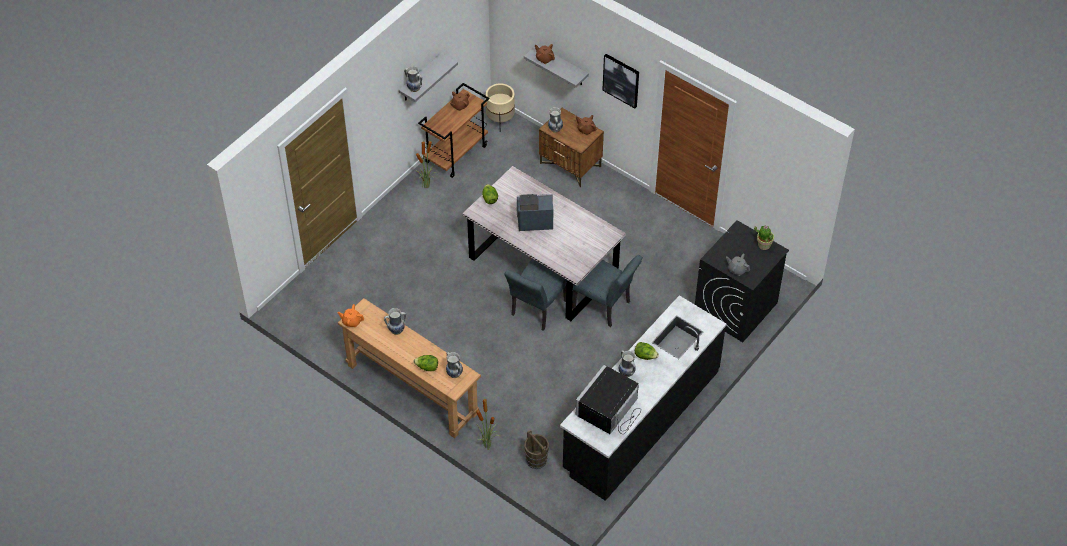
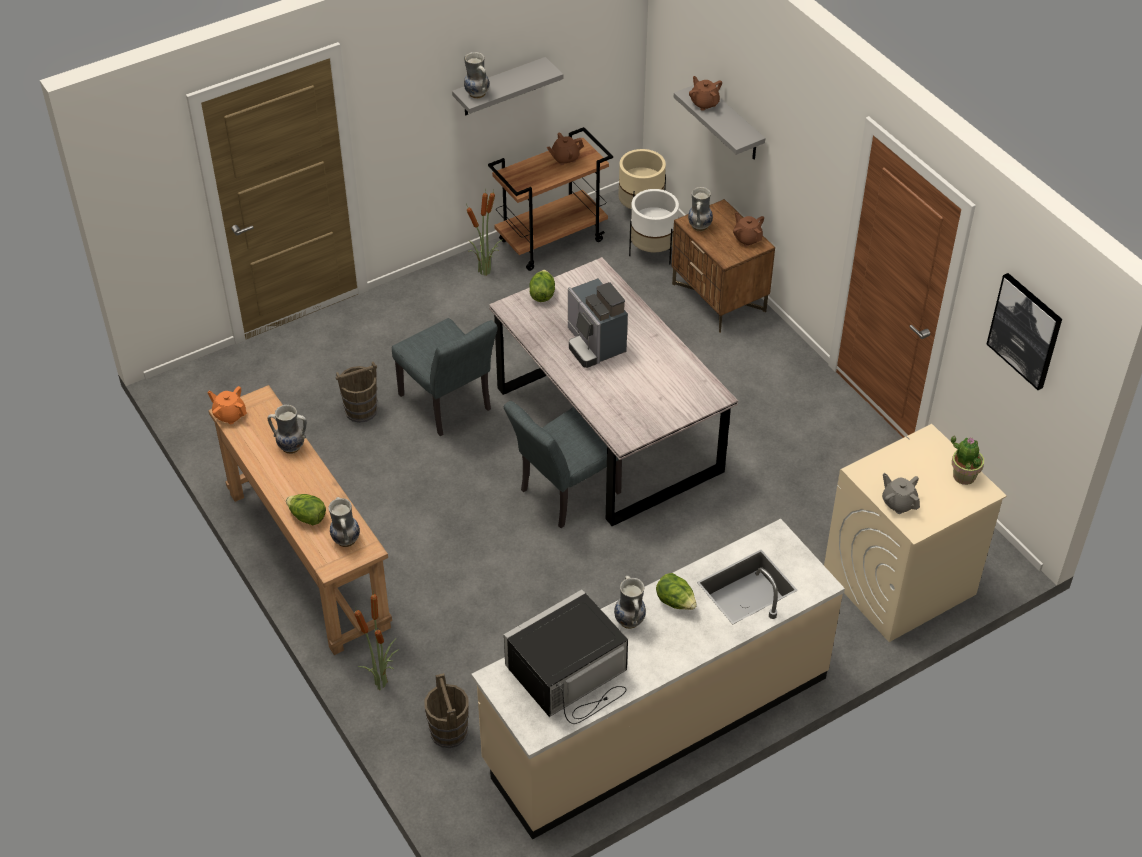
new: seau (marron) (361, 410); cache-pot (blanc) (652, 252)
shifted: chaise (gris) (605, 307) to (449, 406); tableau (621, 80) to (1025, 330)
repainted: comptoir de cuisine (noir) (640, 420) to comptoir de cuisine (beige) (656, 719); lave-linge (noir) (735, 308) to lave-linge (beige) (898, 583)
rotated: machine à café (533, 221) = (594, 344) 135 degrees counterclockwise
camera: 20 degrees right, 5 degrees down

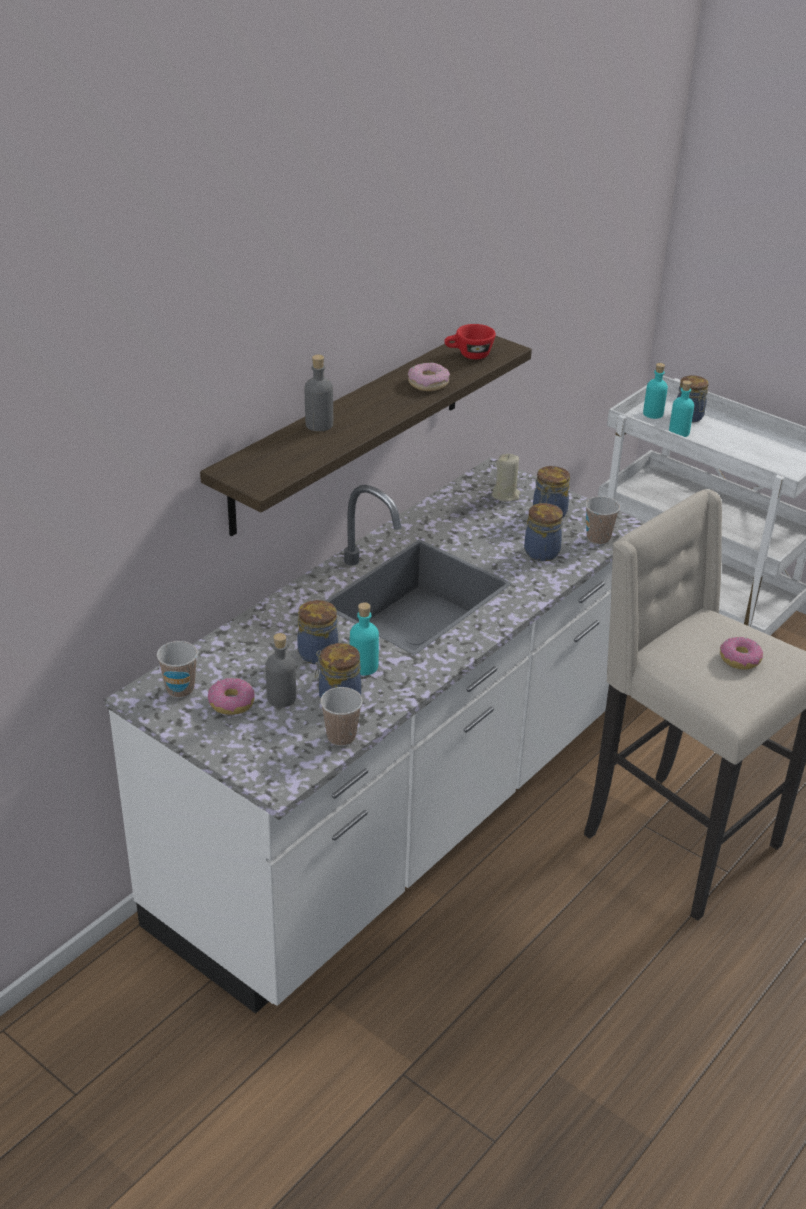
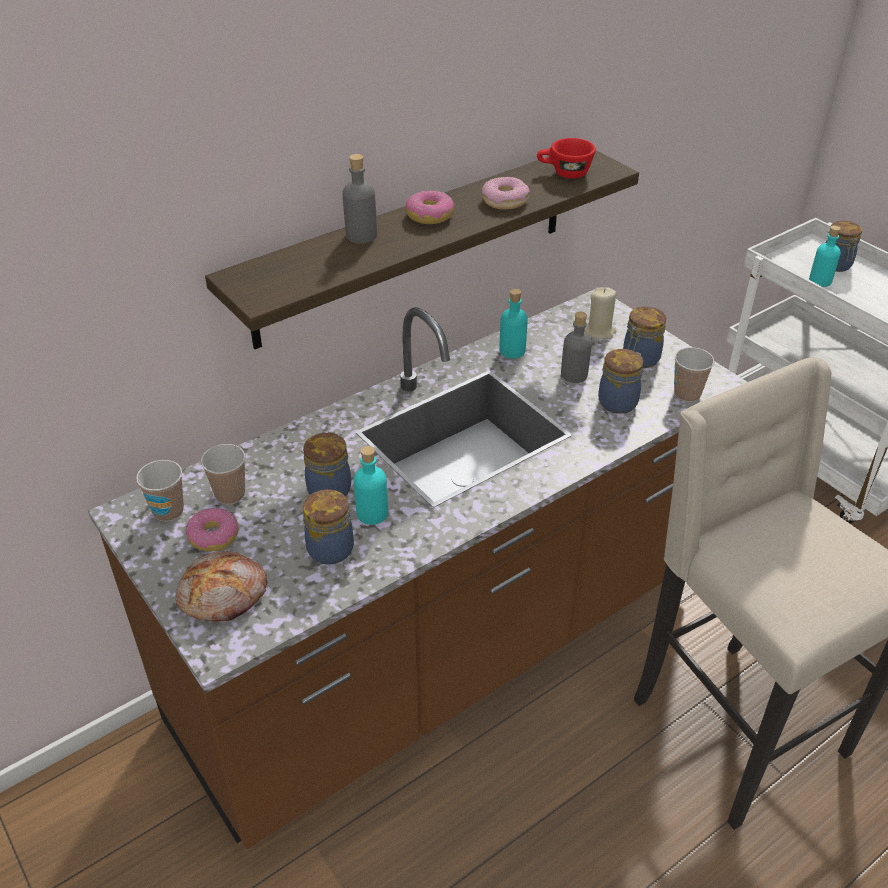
new: pain (224, 595)
shifted: bouteille (gris) (281, 698) to (574, 375); tasse (341, 737) to (230, 494); bouteille (turquoise) (653, 414) to (512, 351); beignet (740, 659) to (429, 216)
repainted: comptoir de cuisine (blanc) (395, 822) to comptoir de cuisine (marron) (444, 651)
camera: 15 degrees right, 5 degrees up

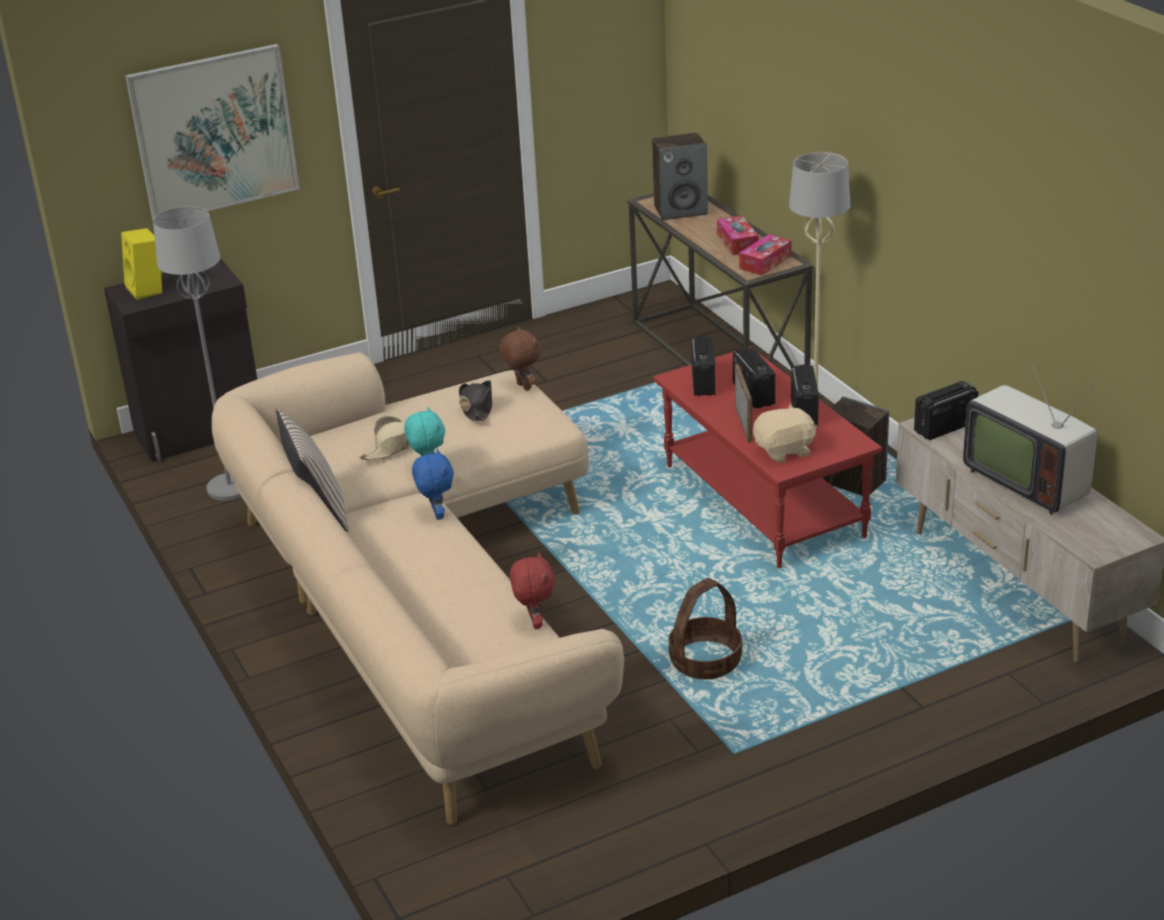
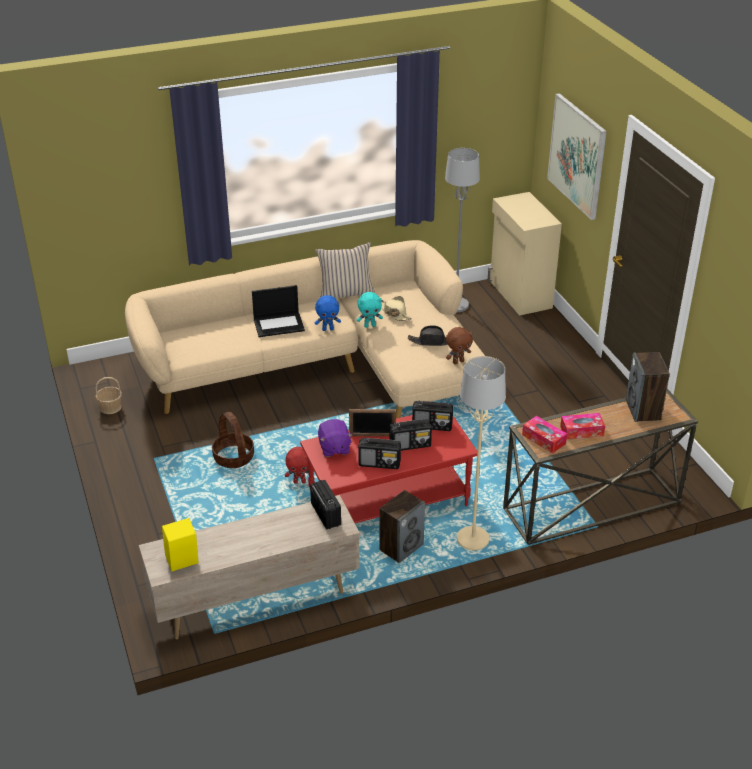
gone: téléviseur (1028, 481)
new: panier (110, 407); ordinateur portable (279, 324)
shifted: enceinte (jaune) (148, 290) to (182, 563); peluche (rouge) (534, 622) to (299, 481)
repainted: meuble de rangement (noir) (201, 432) to meuble de rangement (beige) (519, 295); peluche (beige) (784, 451) to peluche (violet) (334, 448)
camera: 95 degrees right, 5 degrees up

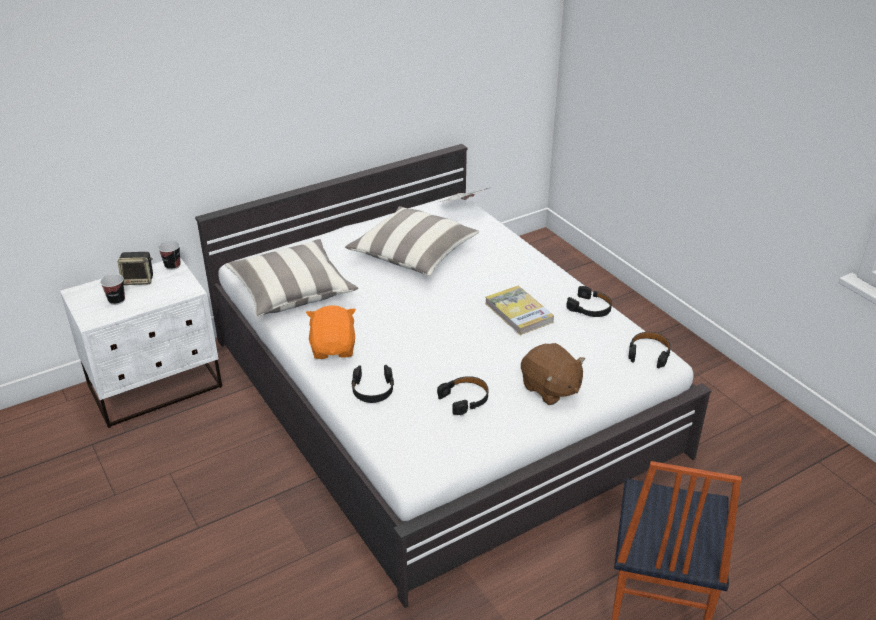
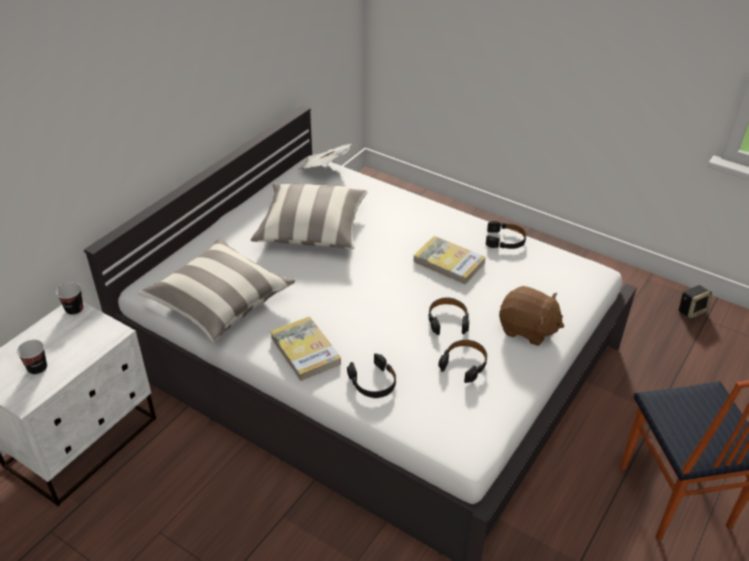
shifted: enceinte (139, 280) to (691, 310); casque audio (noir) (649, 353) to (448, 320)
swapped: peluche (orange) (334, 348) to livre (305, 351)
camera: 25 degrees left, 5 degrees up

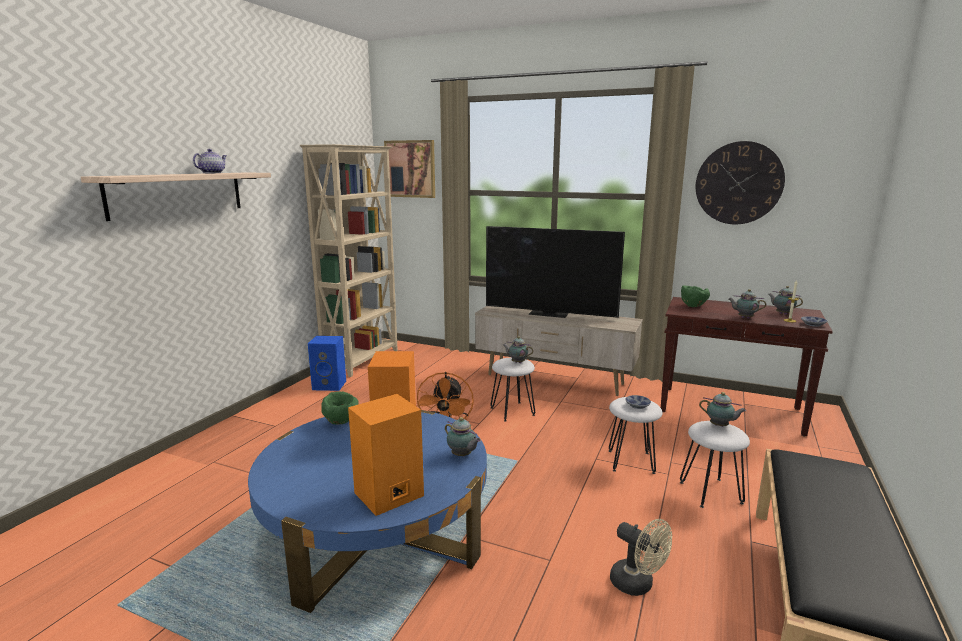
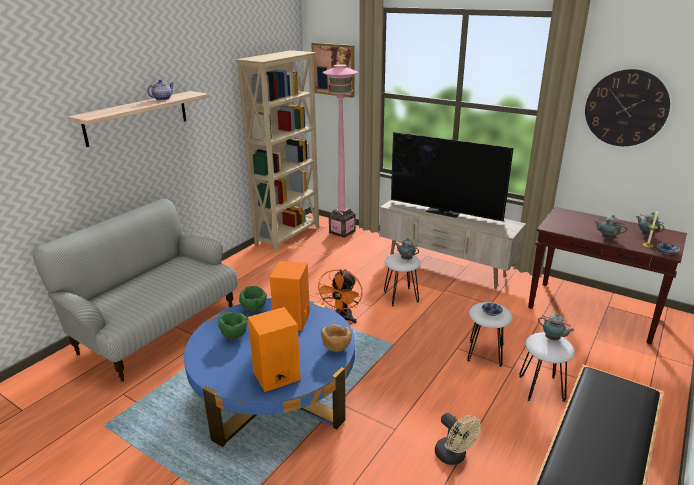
gone: enceinte (bleu) (330, 385)
new: canapé (156, 329); lampadaire (rose) (342, 232)
shifted: bol (vert) (693, 306) to (234, 336)
swapped: théière (462, 455) to bol (marron) (336, 348)
camera: 10 degrees right, 10 degrees up

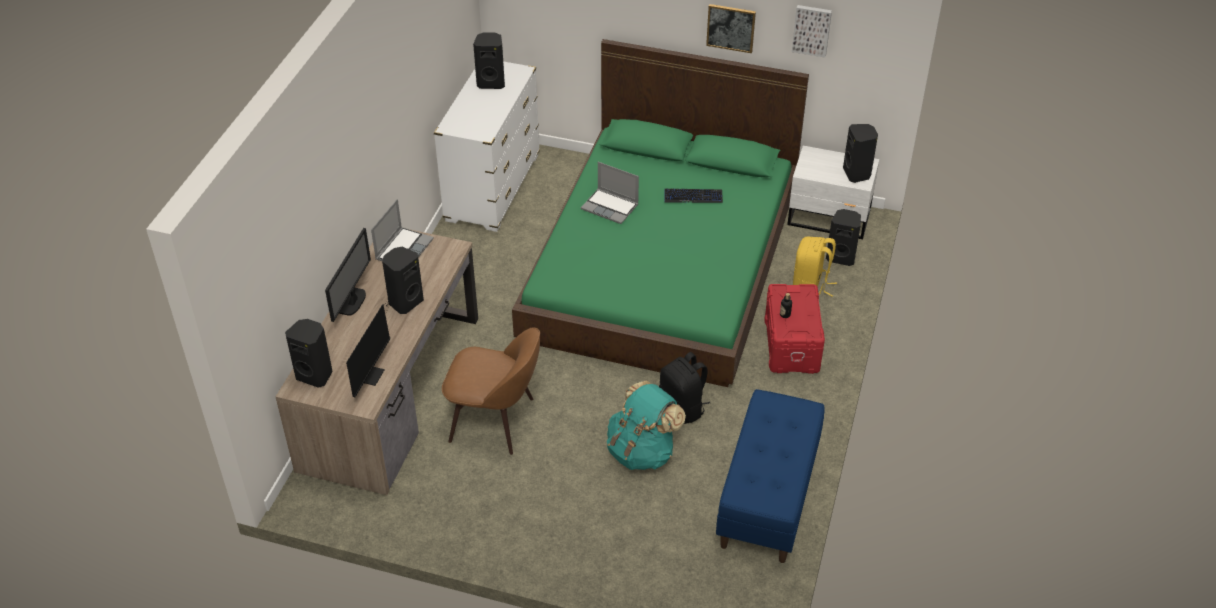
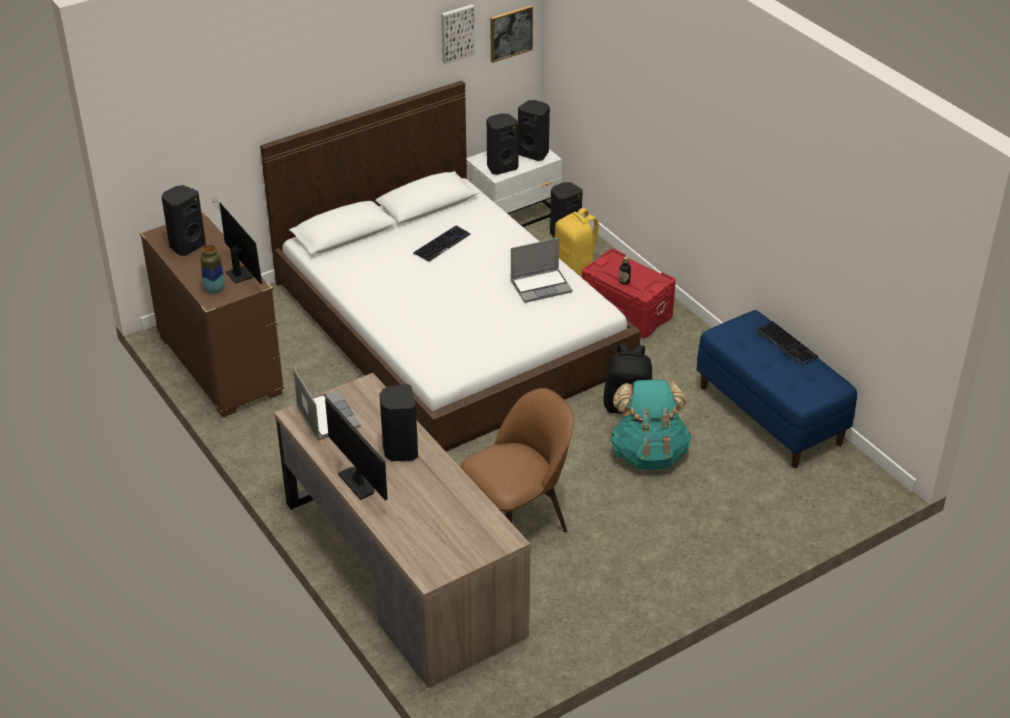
new: vase (214, 289); clavier (786, 344)
shifted: enceinte (noir) (315, 375) to (501, 167); écran d'ordinateur (372, 372) to (240, 271); ordinateur portable (611, 207) to (541, 286); tableau (731, 27) to (510, 33)
repainted: commode (blanc) (493, 188) to commode (marron) (220, 365); lit (vert) (662, 263) to lit (blanc) (450, 324)
camera: 50 degrees left, 5 degrees down

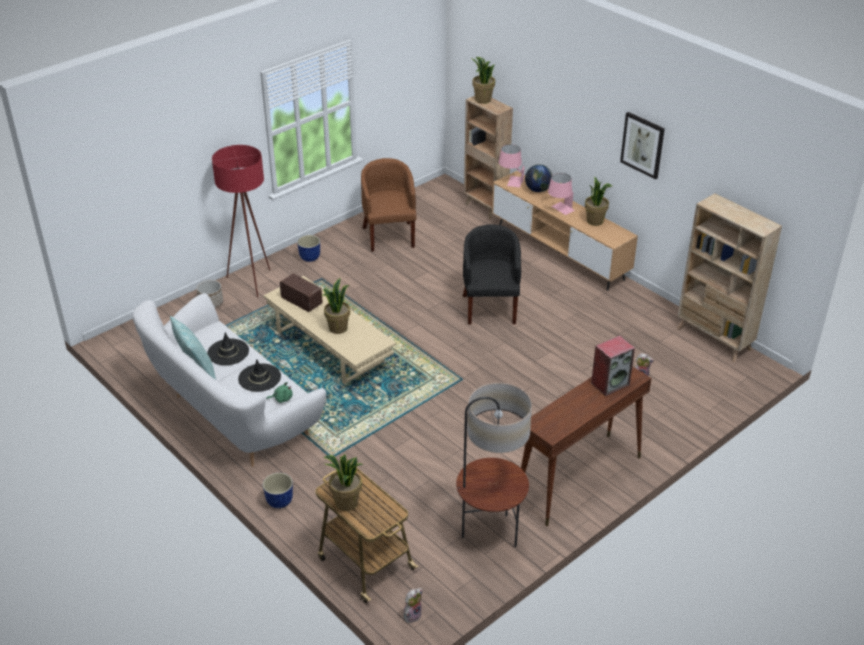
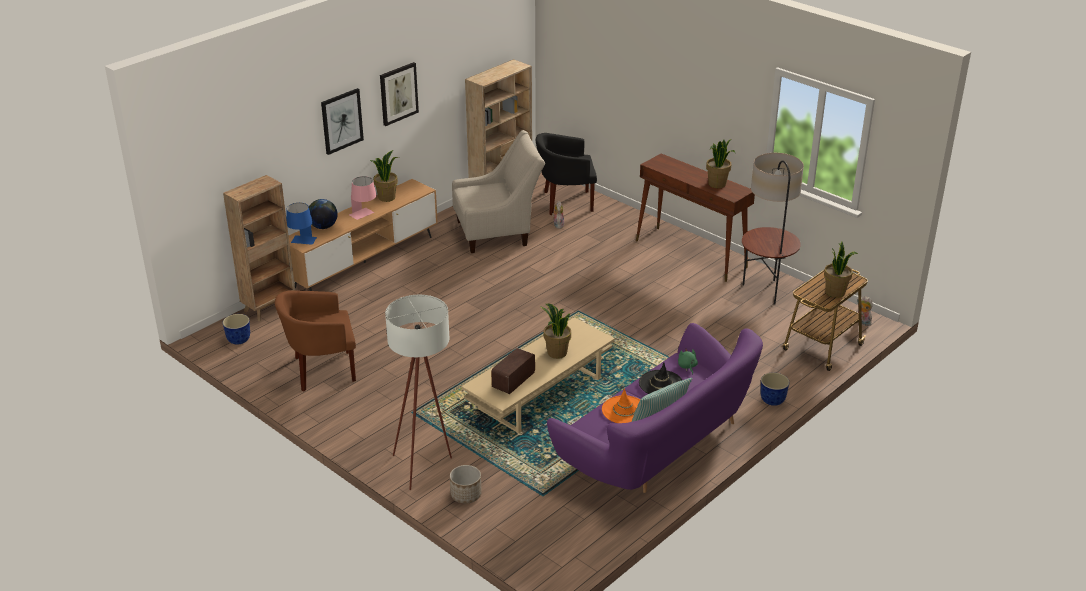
gone: enceinte (610, 383)
new: tableau (341, 121); fauteuil (beige) (498, 232)
shifted: cache-pot (310, 258) to (238, 340); fauteuil (noir) (490, 307) to (565, 202); plante en pot (482, 100) to (717, 184)
repainted: canapé (blanc) (231, 411) to canapé (violet) (658, 448); chapeau (noir) (228, 352) to chapeau (orange) (624, 410); lampadaire (rouge) (252, 285) to lampadaire (blanc) (425, 466); lampe de table (rose) (510, 181) to lampe de table (bleu) (302, 242)
camera: 95 degrees left, 5 degrees down

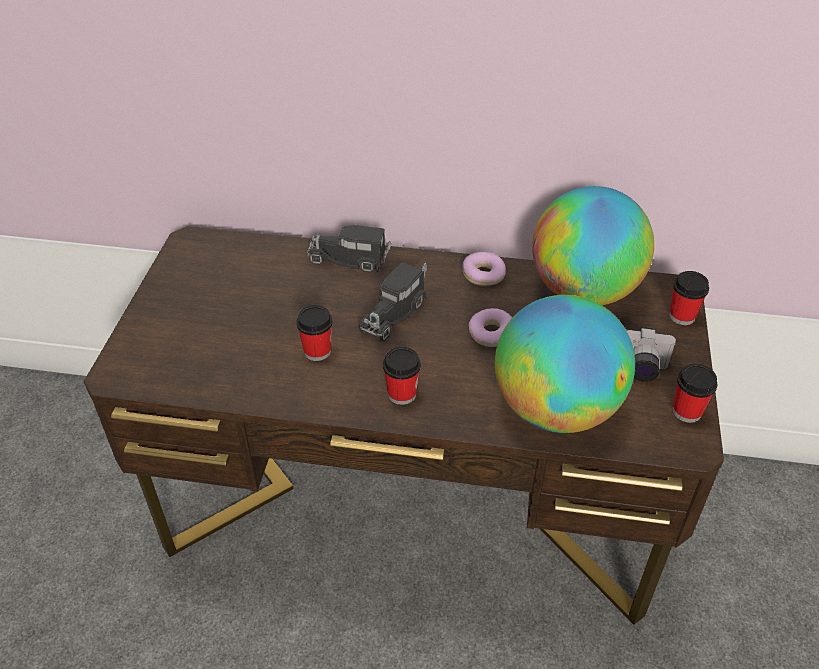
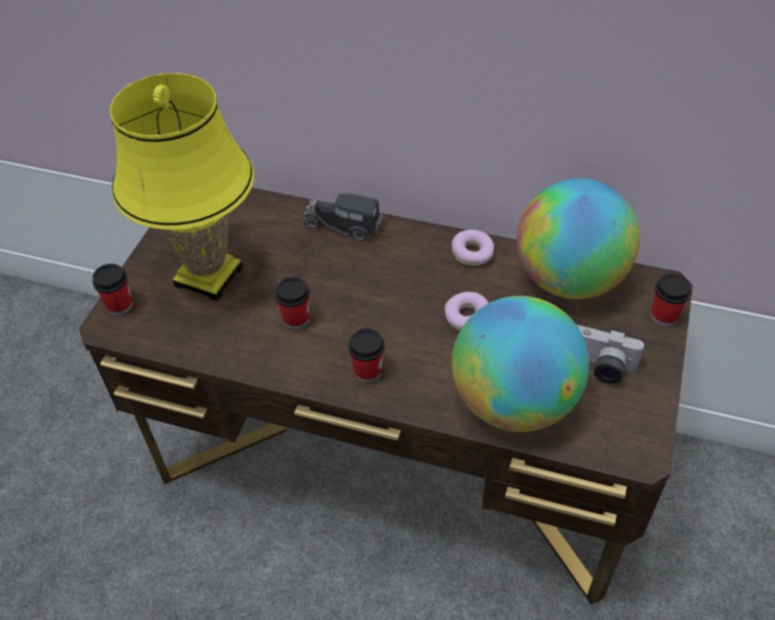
gone: camion jouet (394, 313)
new: lampe de table (jaune) (209, 276)
shifted: tasse (687, 411) to (120, 305)
camera: 10 degrees right, 5 degrees up

